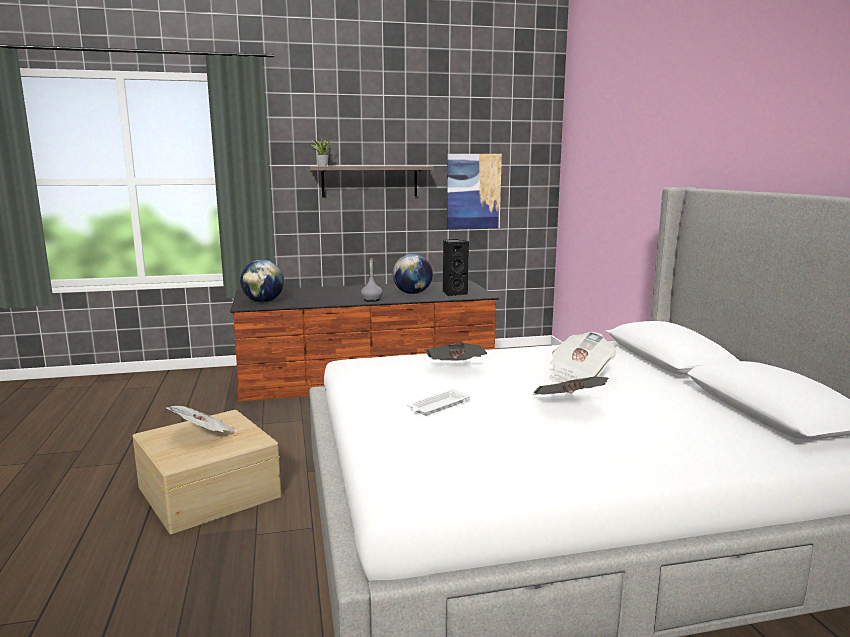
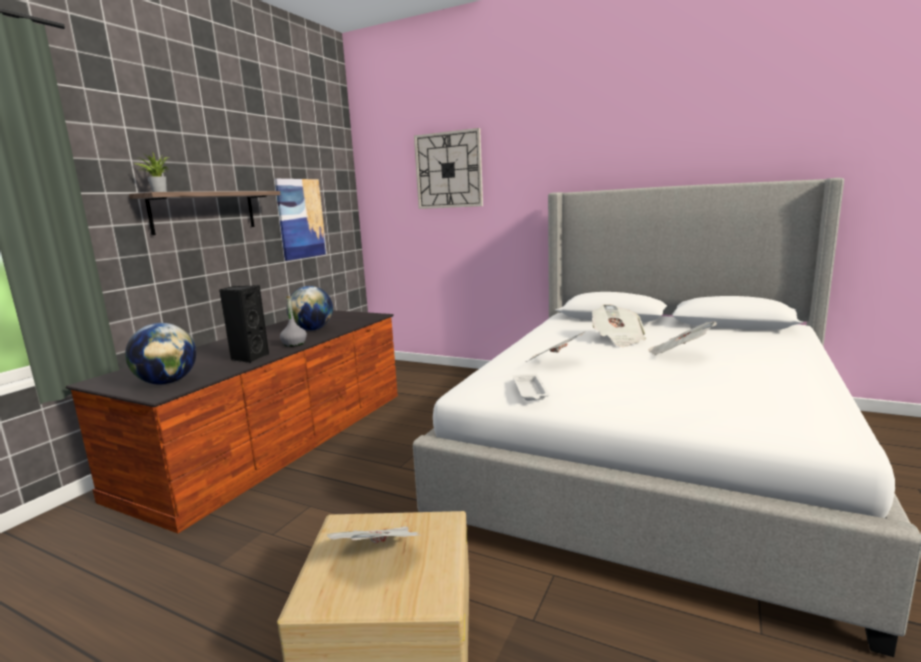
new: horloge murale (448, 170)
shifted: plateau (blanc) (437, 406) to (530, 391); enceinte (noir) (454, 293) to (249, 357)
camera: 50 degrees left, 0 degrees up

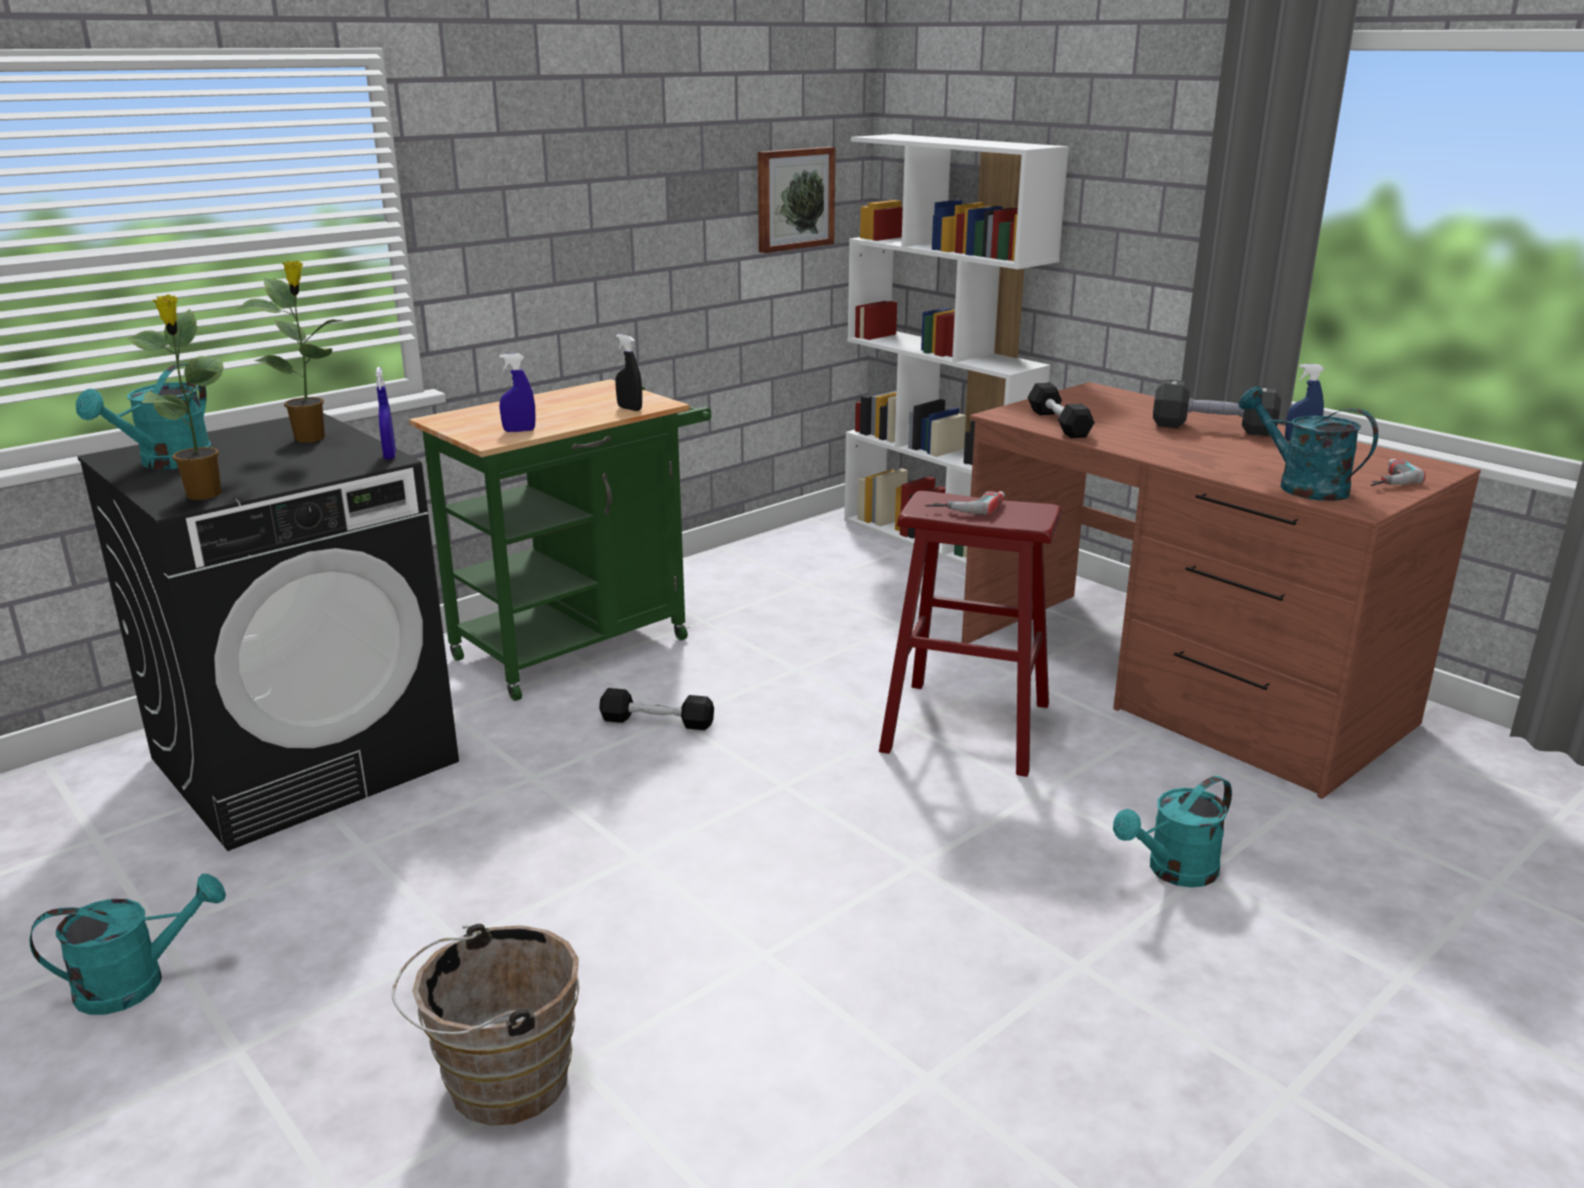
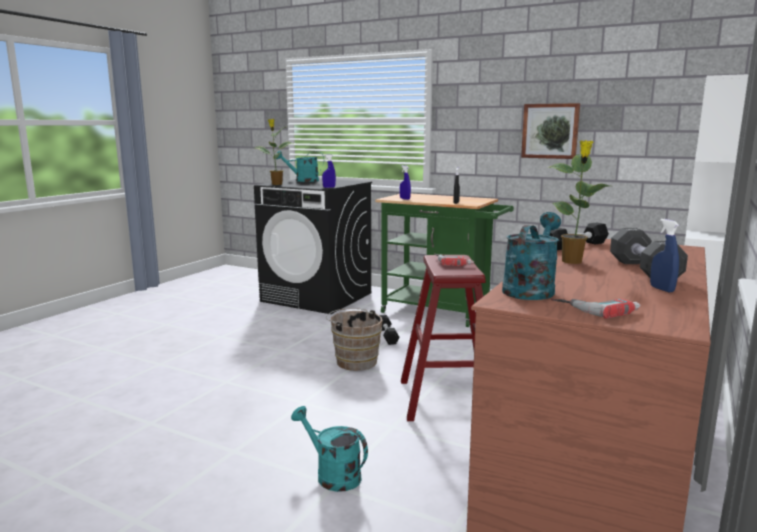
gone: arrosoir (turquoise) (137, 983)
shifted: plante en pot (312, 438) to (573, 262); seau (marron) (498, 1082) to (354, 361); tableau (794, 199) to (550, 131)
camera: 70 degrees right, 10 degrees down

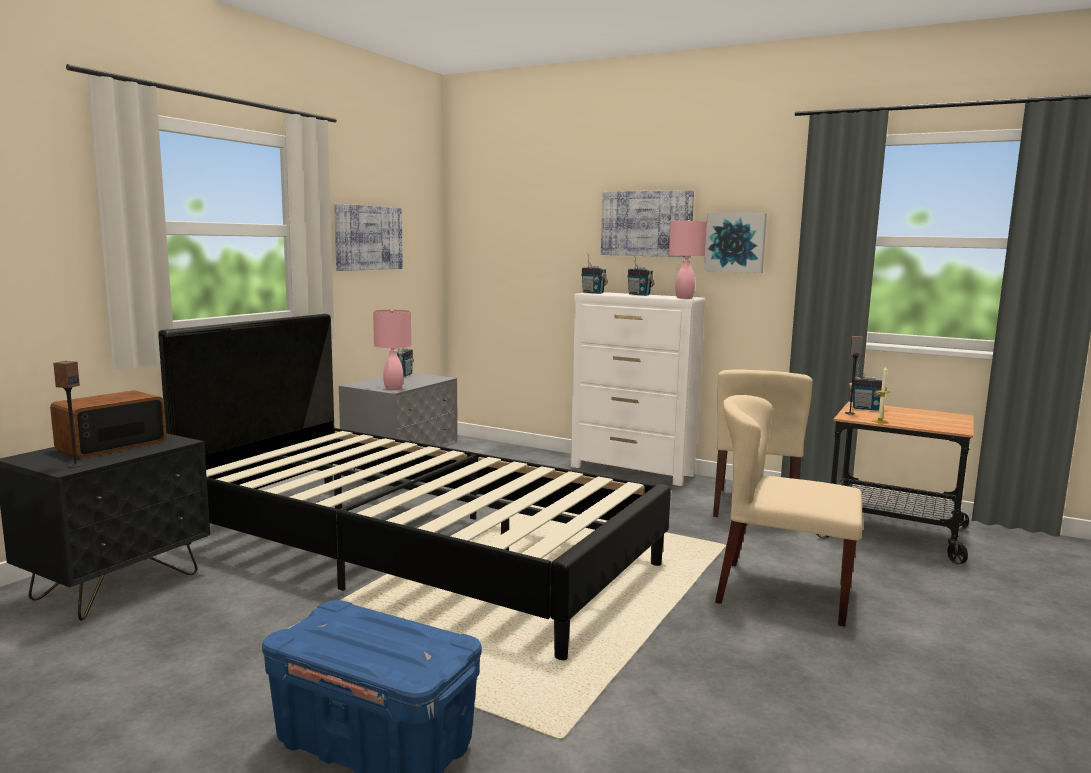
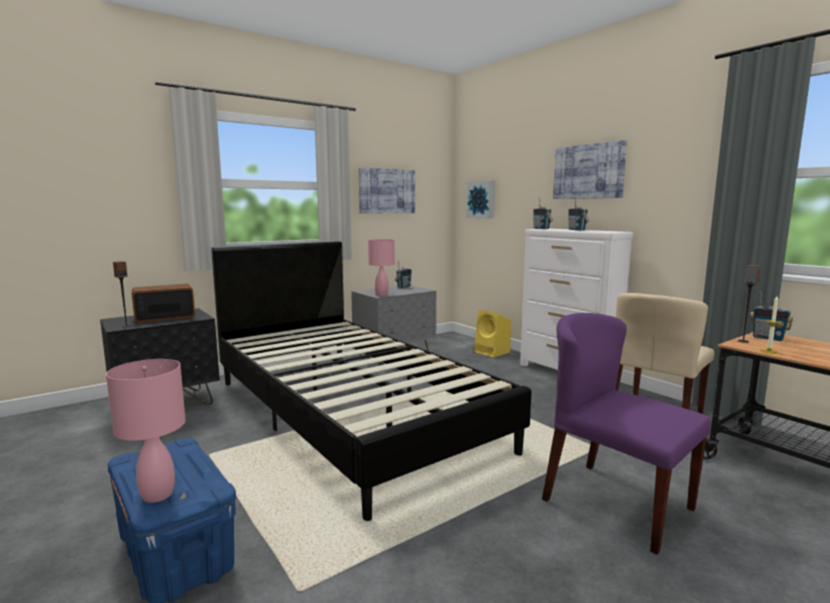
new: enceinte (jaune) (492, 352)
shifted: lampe de table (rose) (684, 298) to (158, 494); tableau (735, 242) to (481, 199)
repainted: chaise (beige) (781, 592) to chaise (violet) (616, 503)
camera: 25 degrees right, 0 degrees up

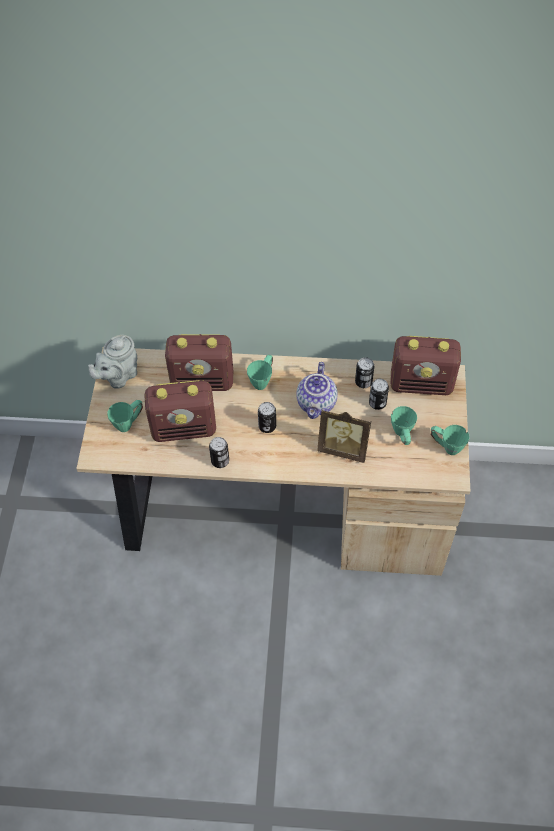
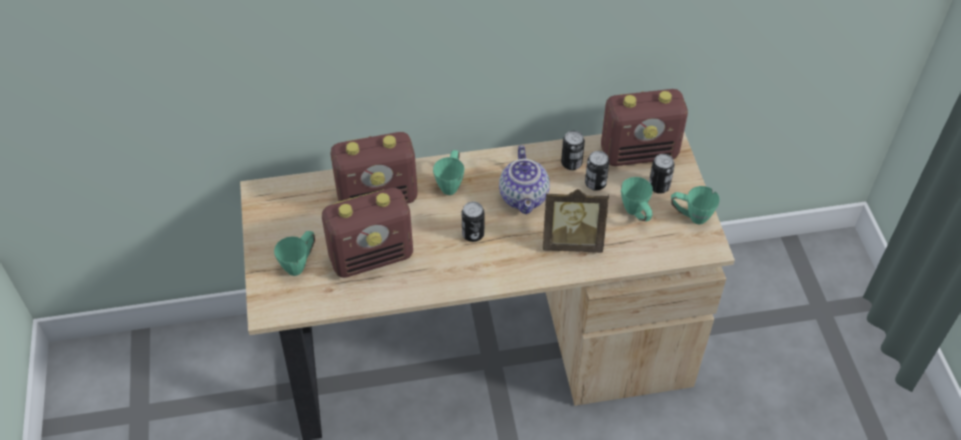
gone: théière (gris) (118, 376)
shifted: boîte métallique (220, 461) to (659, 186)
camera: 15 degrees left, 5 degrees down

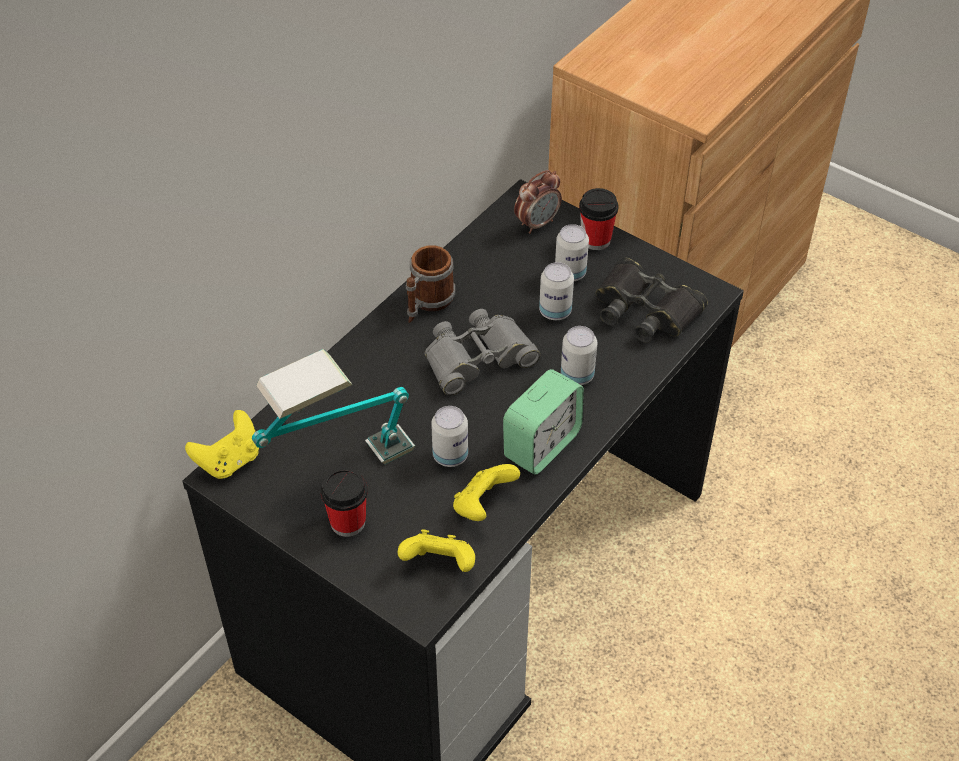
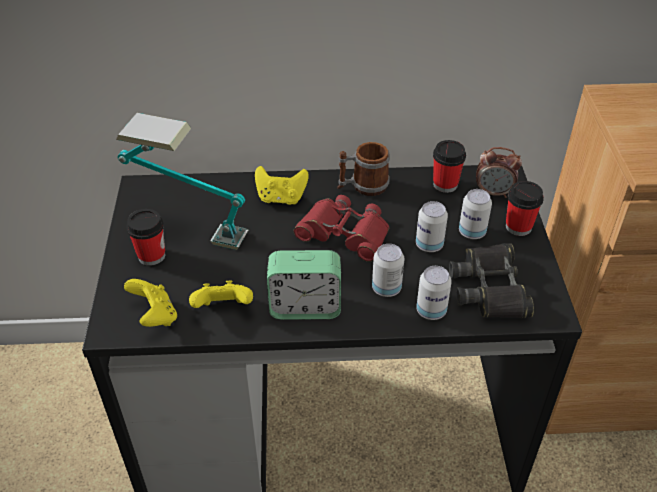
new: tasse (445, 184)
shifted: manette (jaune) (229, 461) to (281, 198); boîte métallique (450, 456) to (431, 311)
repainted: jumelles (gris) (478, 358) to jumelles (rouge) (344, 234)
camera: 50 degrees right, 5 degrees down

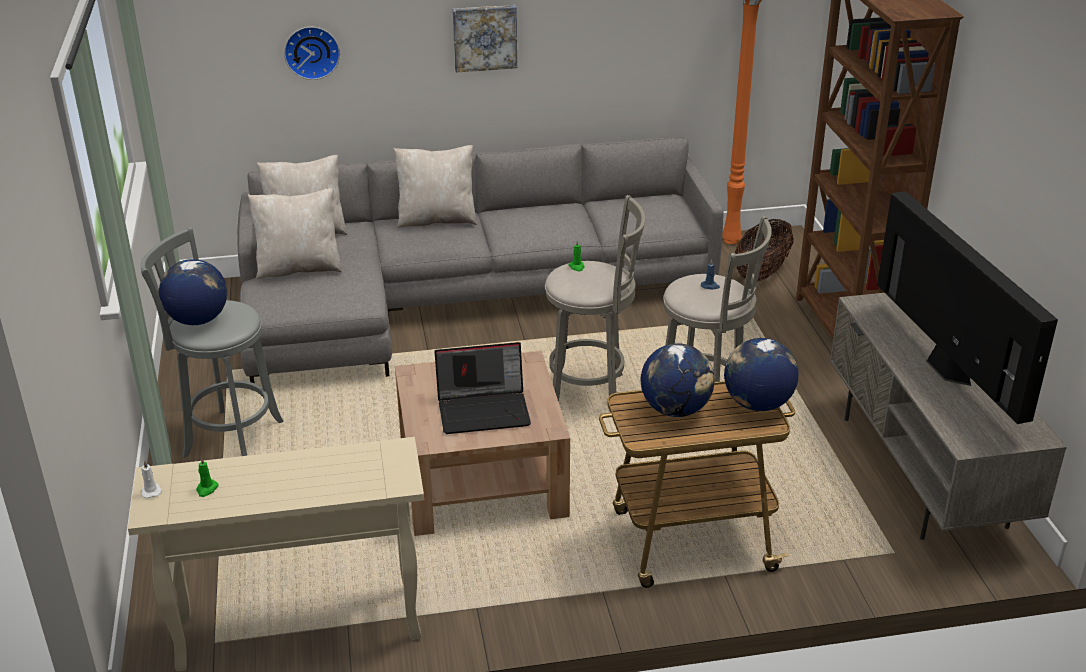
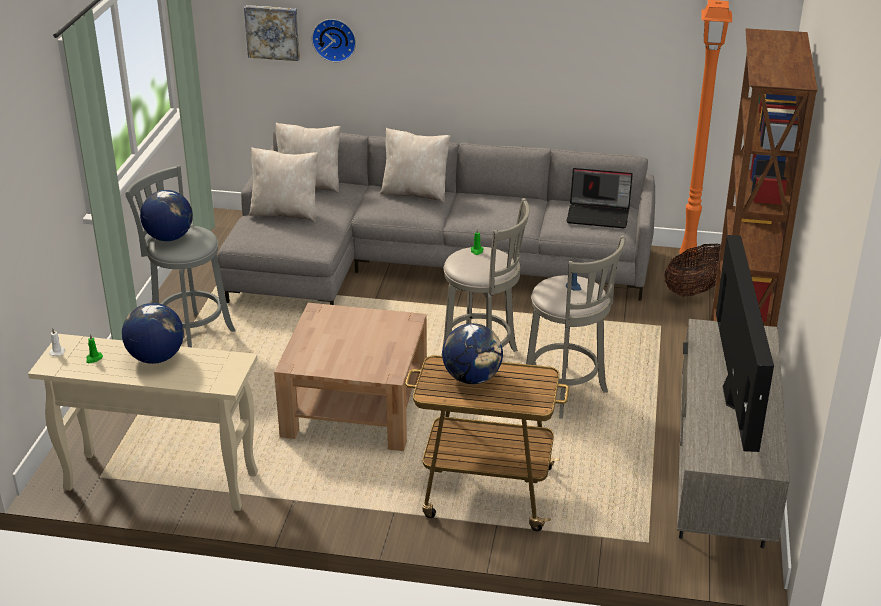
shifted: ordinateur portable (484, 410) to (599, 215); tableau (484, 37) to (273, 32); globe (757, 404) to (156, 358)
camera: 20 degrees right, 0 degrees up

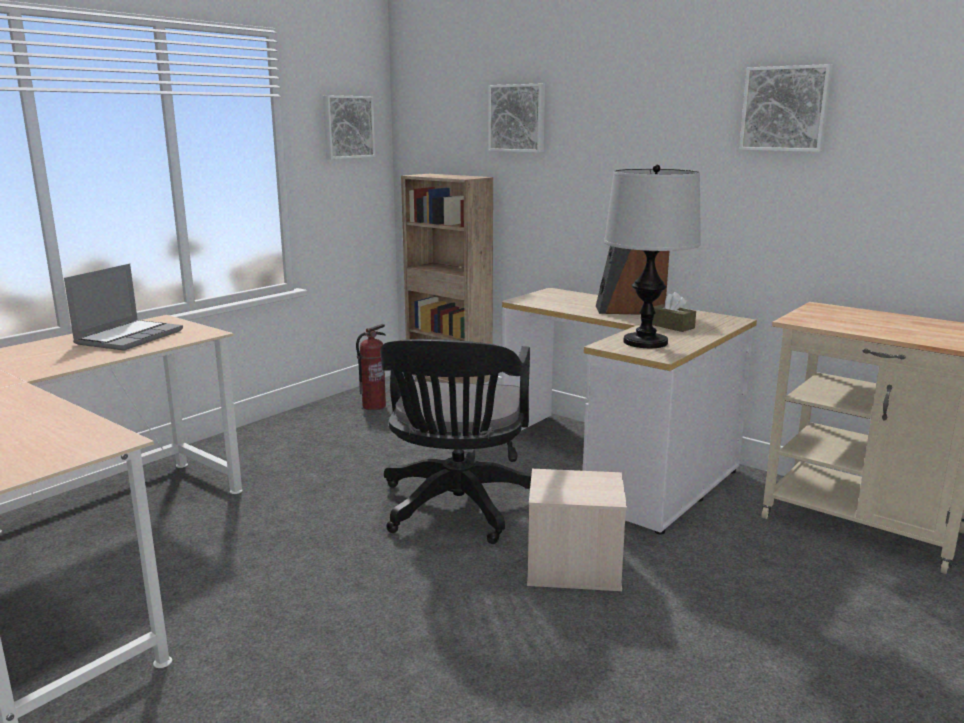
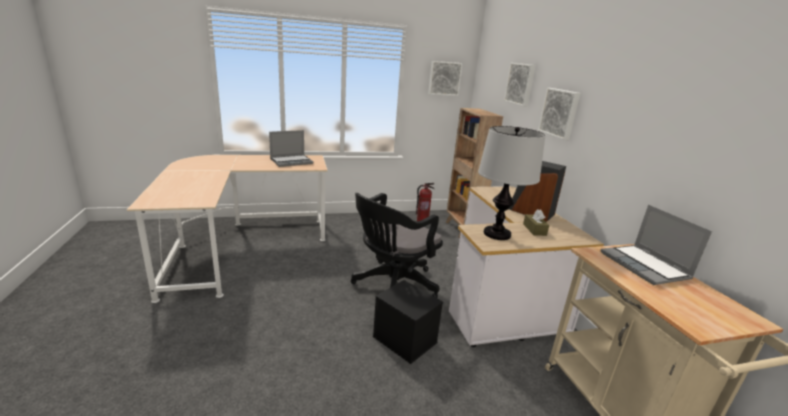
new: ordinateur portable (645, 266)
shifted: tableau (785, 109) to (560, 113)
repainted: boîte de rangement (beige) (572, 568) to boîte de rangement (noir) (404, 339)
camera: 35 degrees right, 5 degrees up

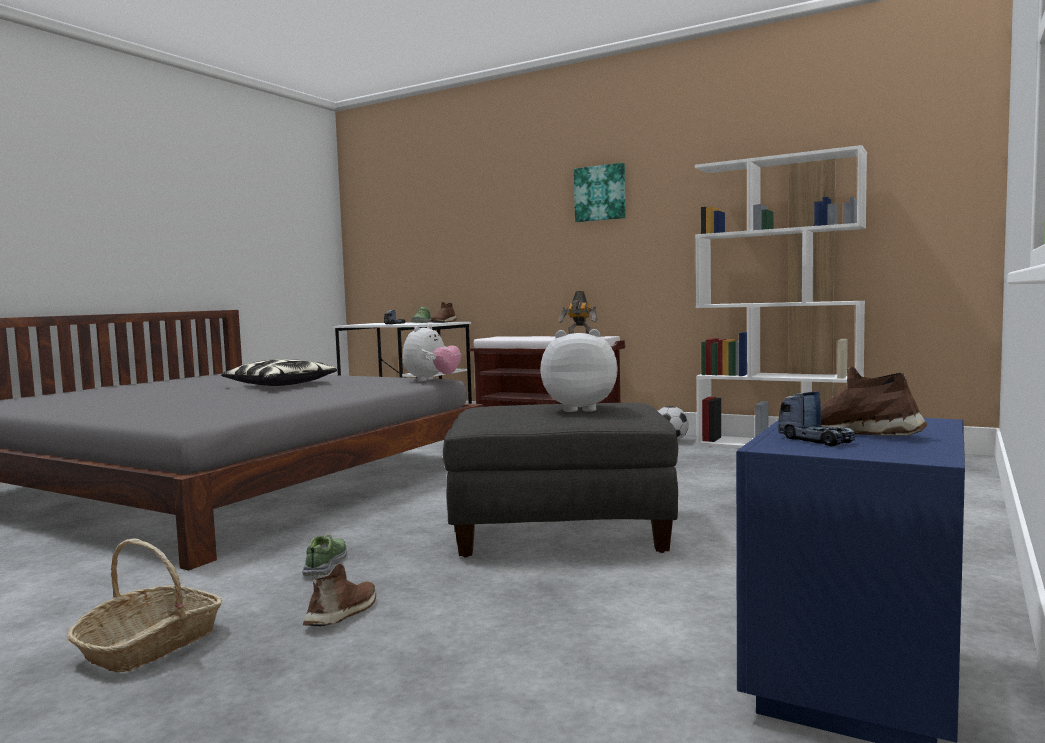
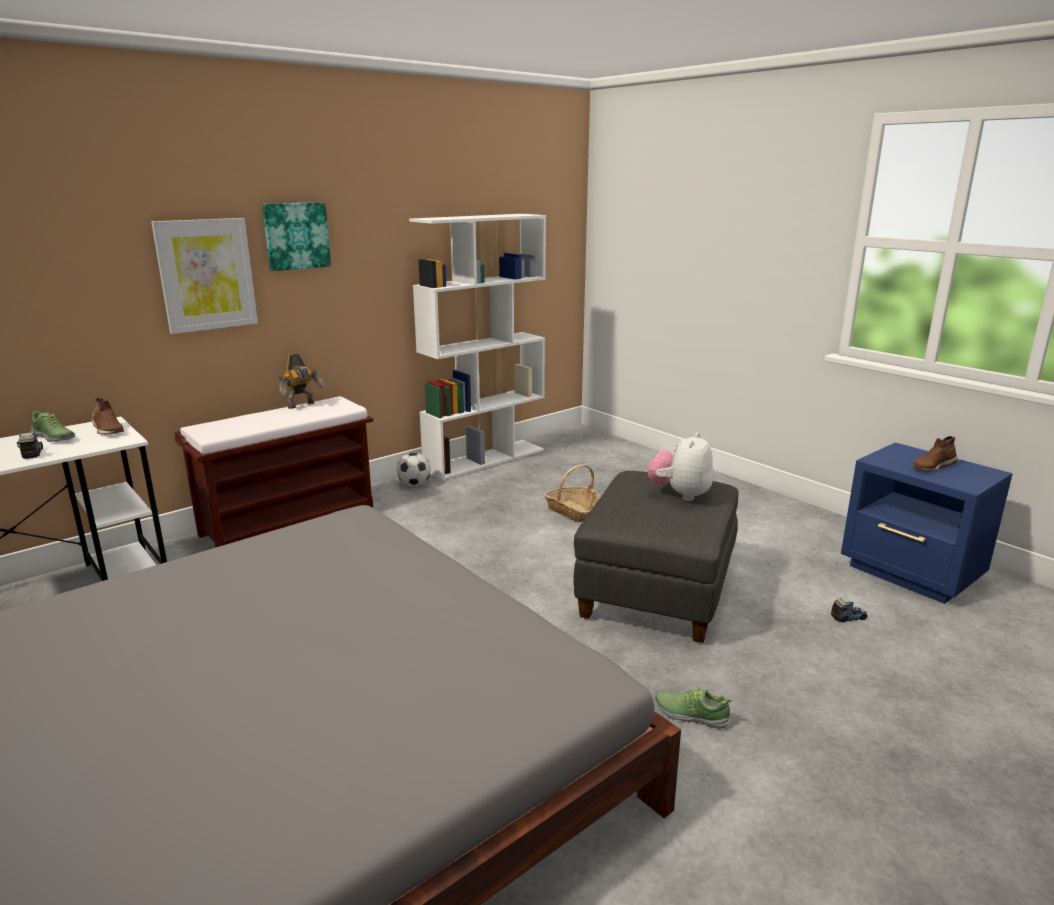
gone: coussin (280, 385); chaussure (marron) (344, 614); peluche (432, 380)
new: tableau (206, 275)
shifted: panier (150, 645) to (574, 511); camion jouet (815, 440) to (848, 617)
camera: 70 degrees left, 15 degrees up

